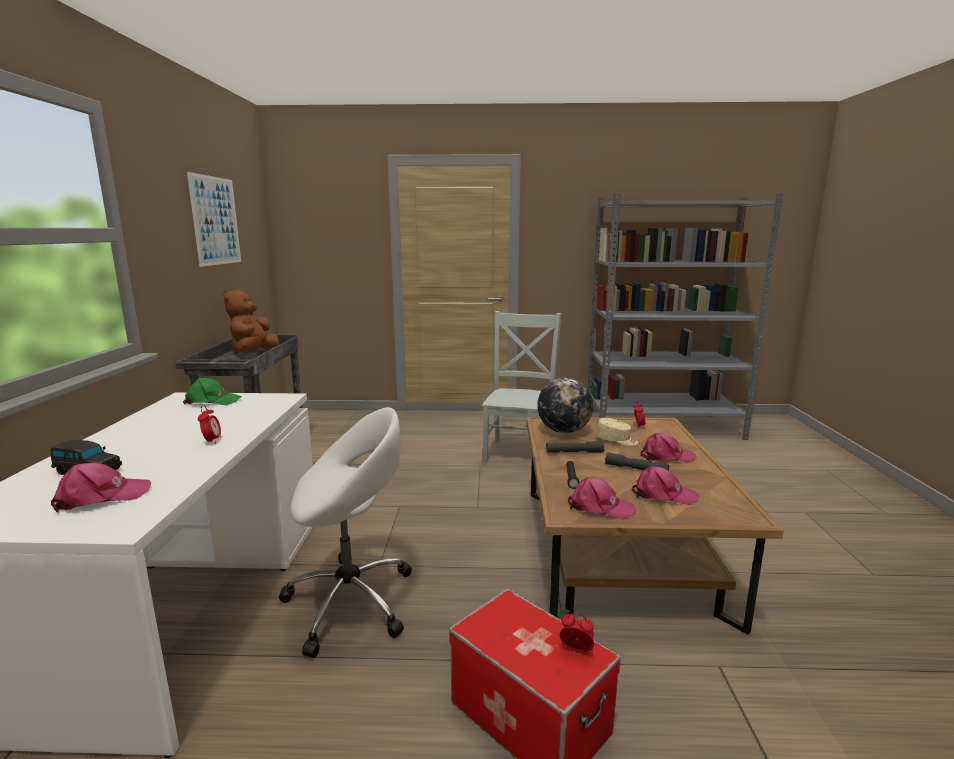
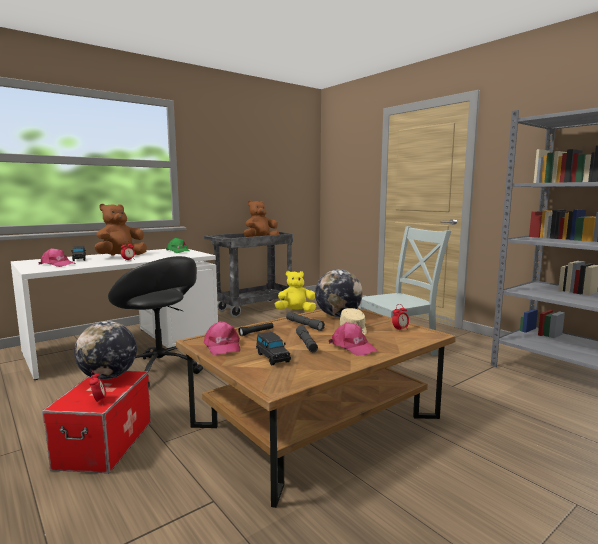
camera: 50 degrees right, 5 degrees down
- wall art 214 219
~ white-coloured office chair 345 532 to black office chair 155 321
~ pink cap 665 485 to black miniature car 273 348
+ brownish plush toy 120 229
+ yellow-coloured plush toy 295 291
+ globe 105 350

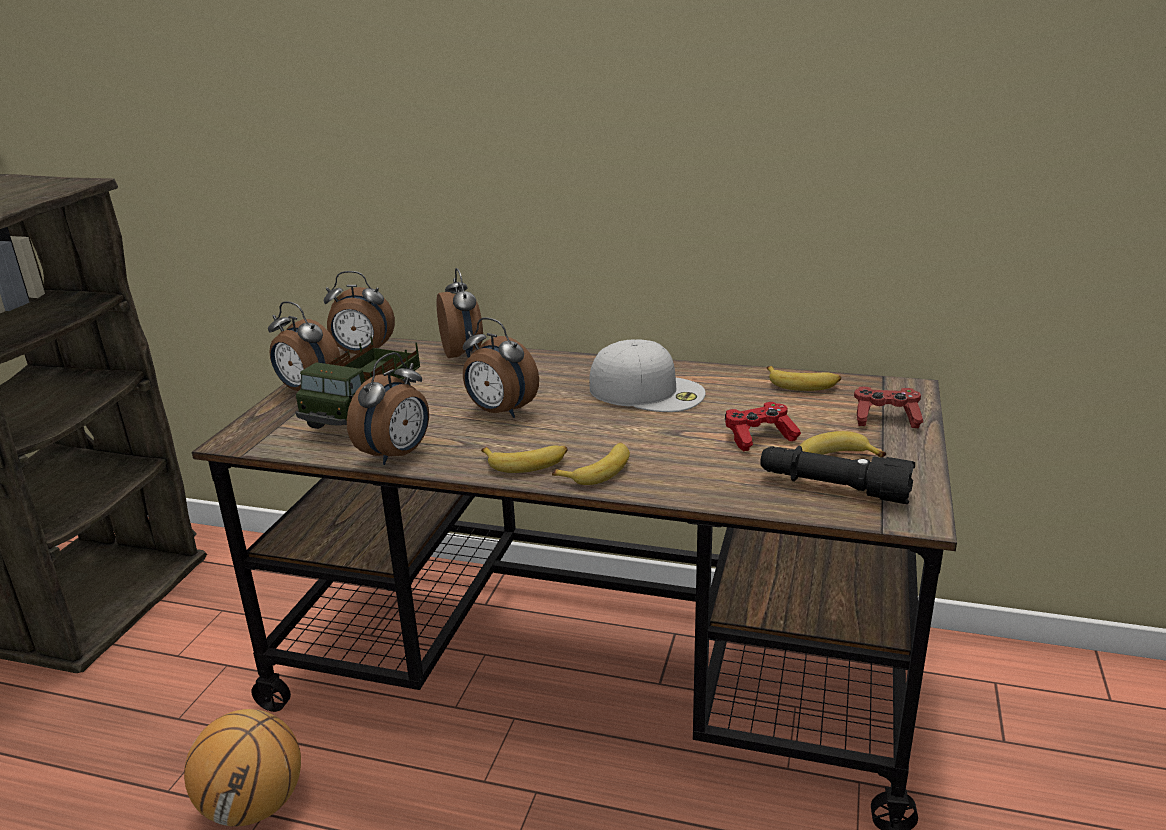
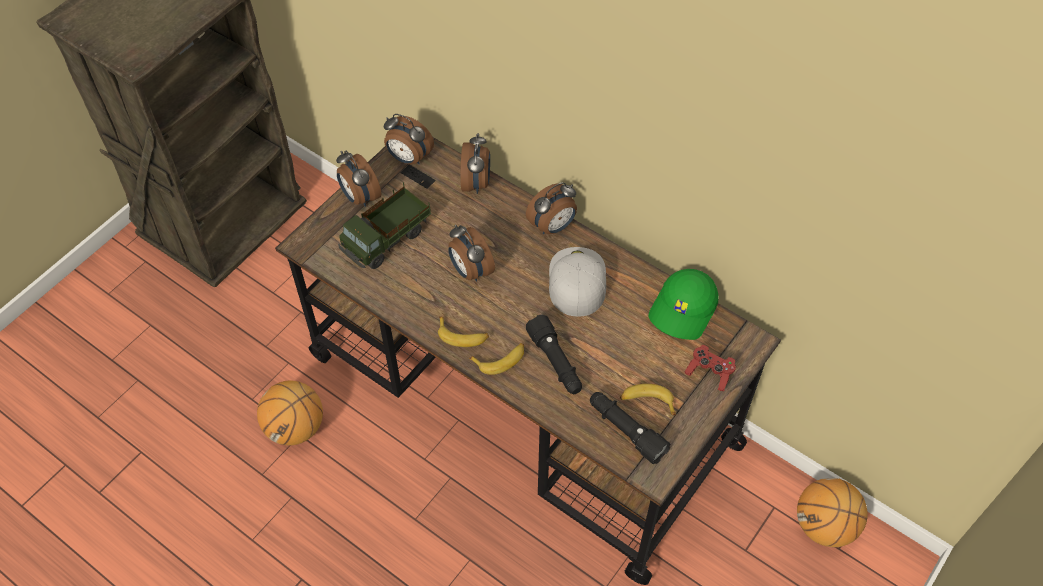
camera: 20 degrees right, 30 degrees up
~ white-coloured cap 647 376 = 577 282 135 degrees counterclockwise
~ bedside clock 388 408 to 551 208
~ banana 804 378 to green-coloured cap 683 304
- red-coloured game controller 763 426
+ black flashlight 554 354
+ ball for basketball 832 512

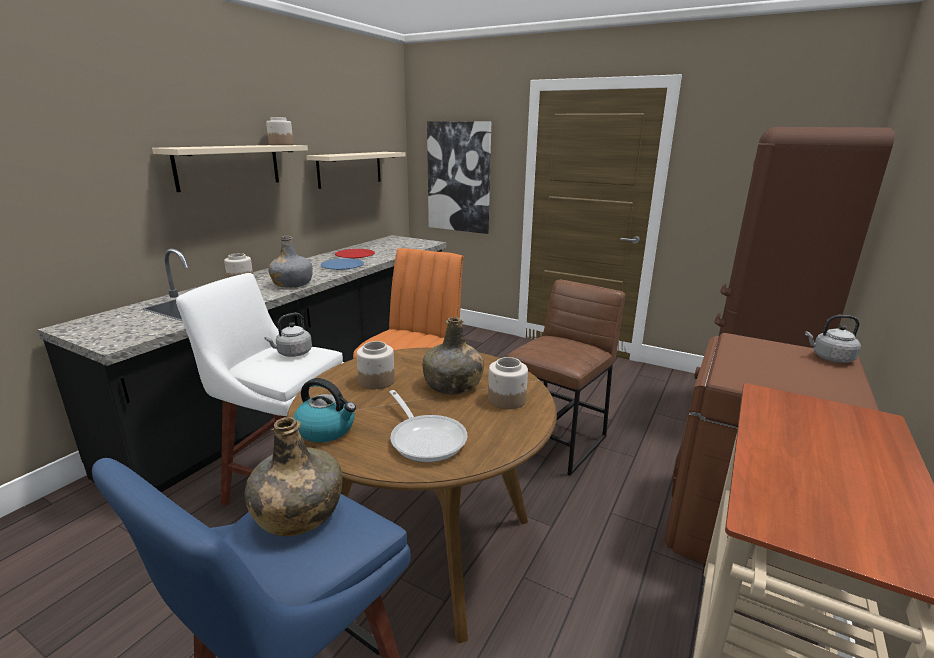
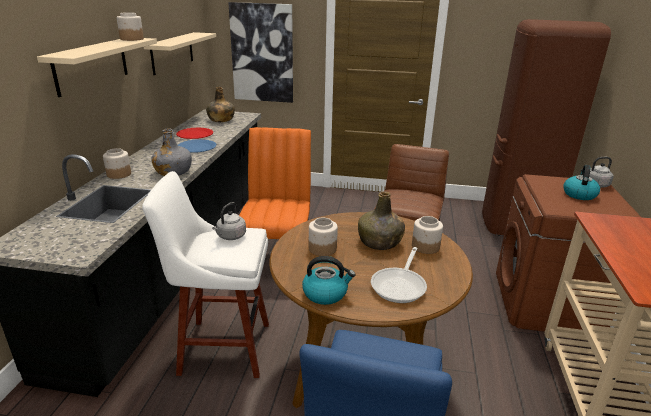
camera: 20 degrees left, 5 degrees up
~ frying pan 428 426 = 399 275 75 degrees clockwise
~ green-coloured drink bottle 293 476 to 220 104
+ water kettle 581 182

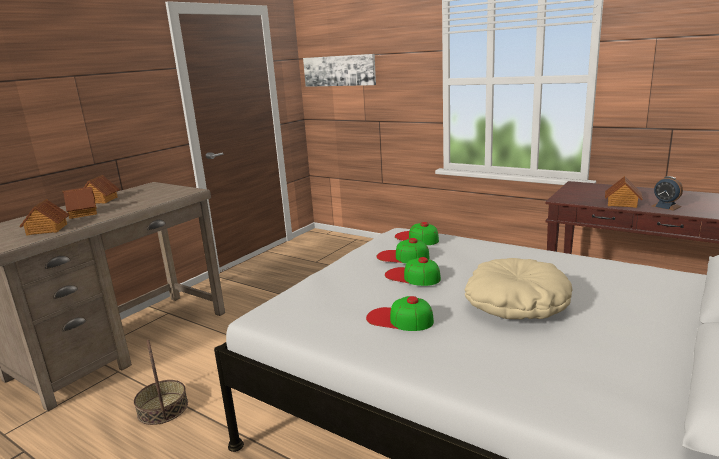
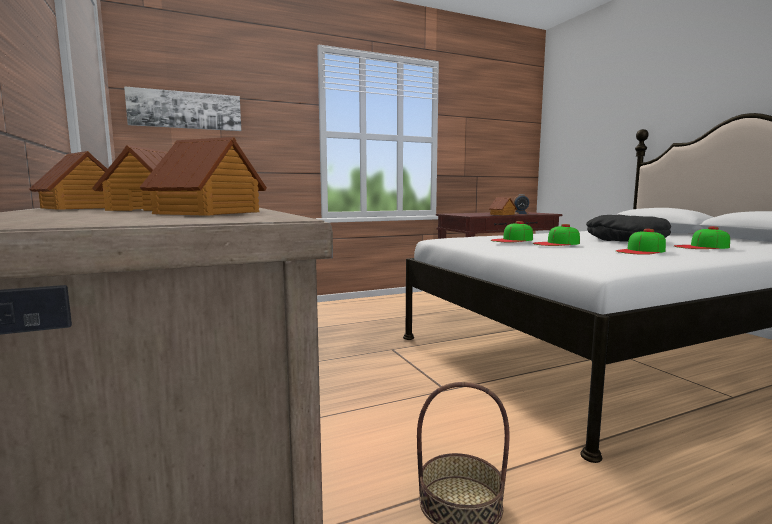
camera: 60 degrees left, 10 degrees down
~ cap 417 233 to 702 237
~ sand-coloured pillow 518 288 to black pillow 628 228

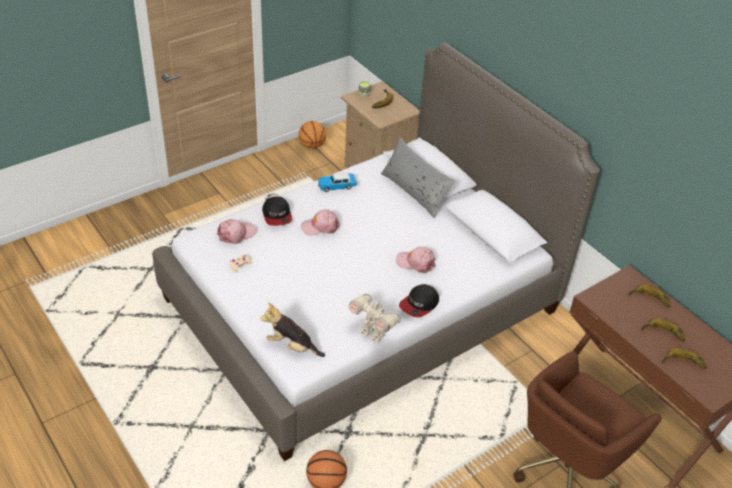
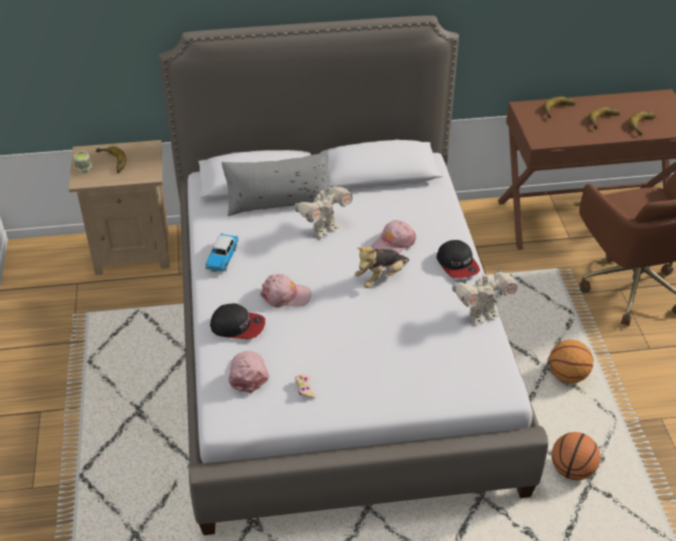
camera: 60 degrees left, 0 degrees up
~ ball for basketball 312 135 to 571 361
~ pink cap 320 222 = 285 291 105 degrees counterclockwise
~ plush toy 292 330 to 382 267
+ toy robot 323 212

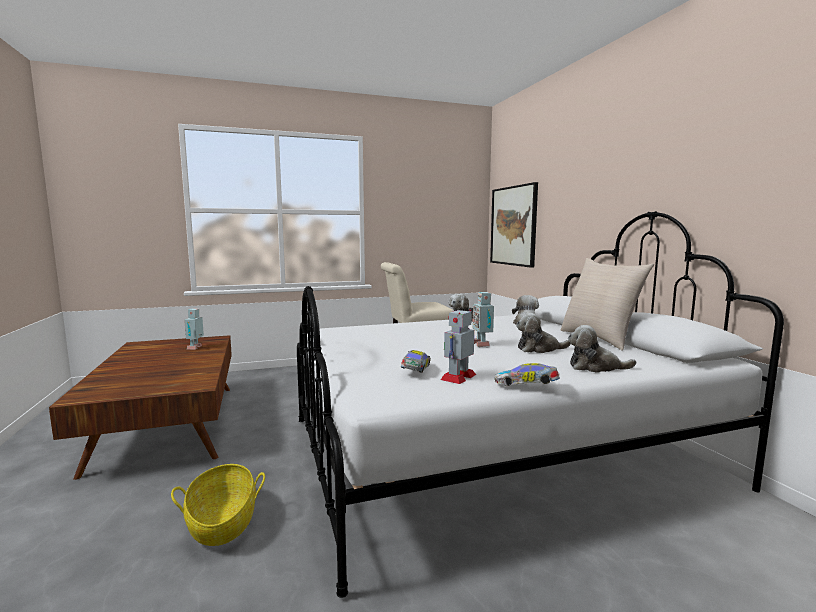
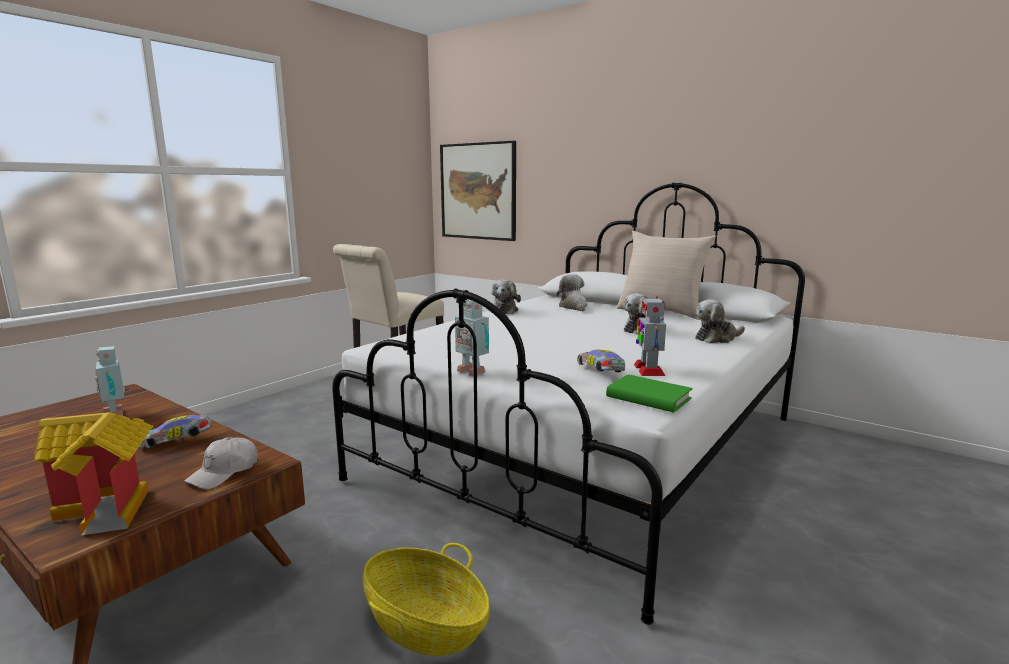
camera: 35 degrees left, 5 degrees up
~ toy robot 483 319 to 472 338
~ miniature car 527 374 to 175 431
+ green-coloured book 649 393
+ toy house 93 474
+ white-coloured cap 221 463

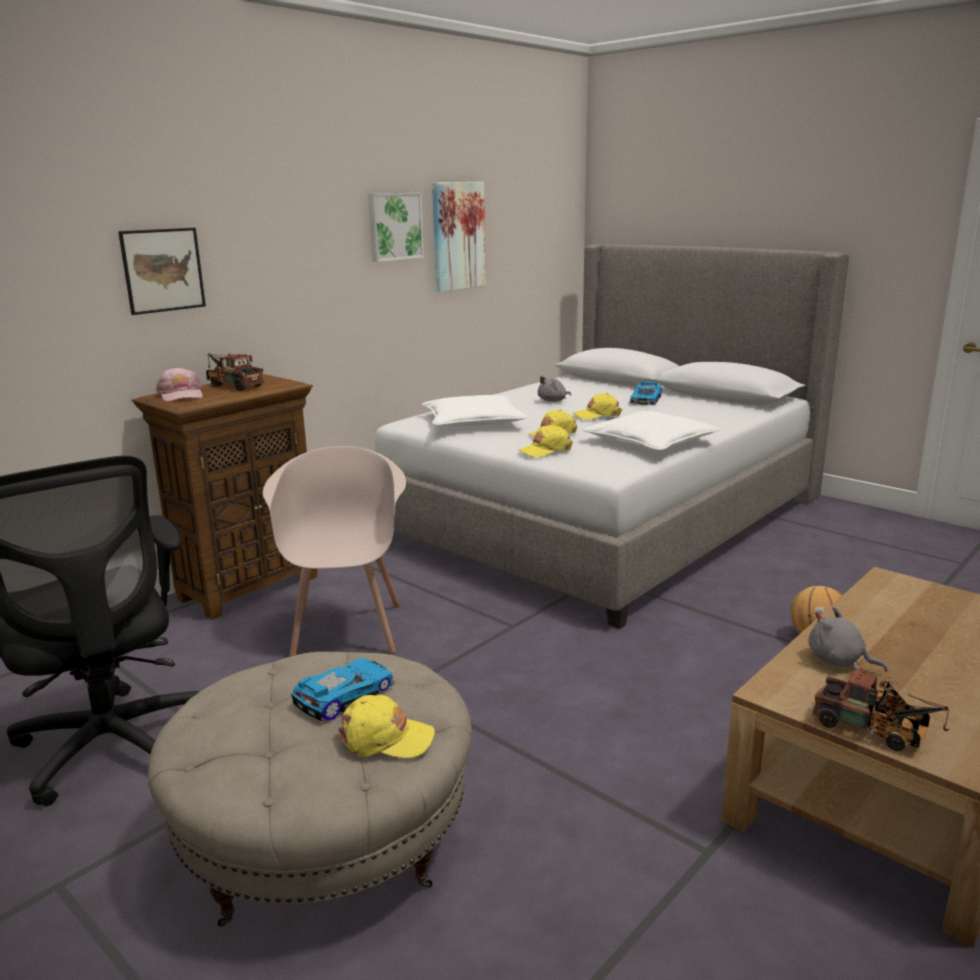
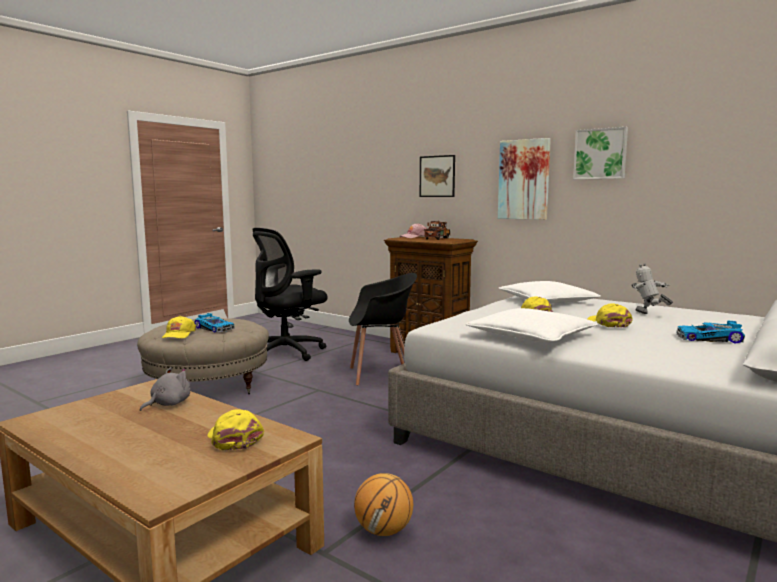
camera: 85 degrees right, 10 degrees down
~ wall art 459 237 to 524 179
~ grey plush toy 554 389 to toy robot 652 288
~ yellow-coloured cap 546 440 to 235 430
~ sand-coloured plain chair 334 551 to black plain chair 383 329
- model truck 881 709

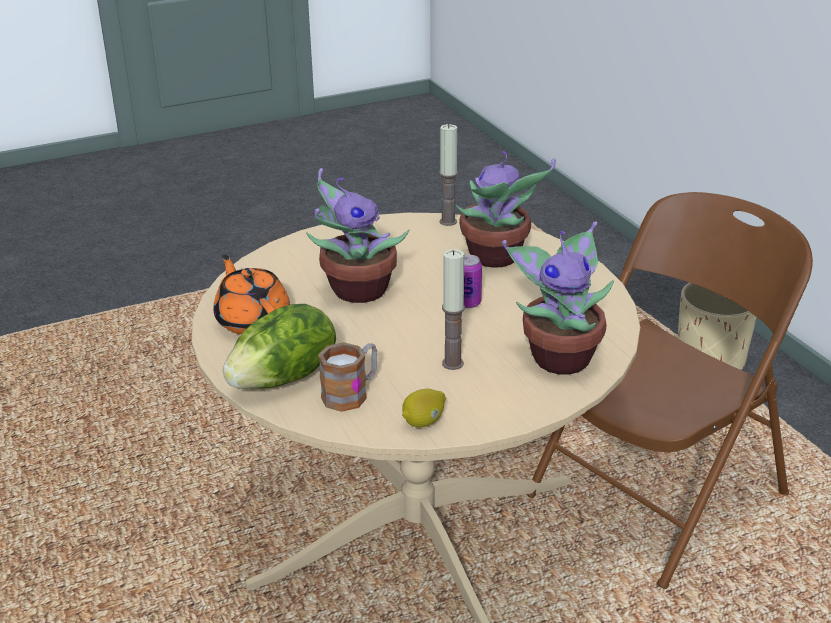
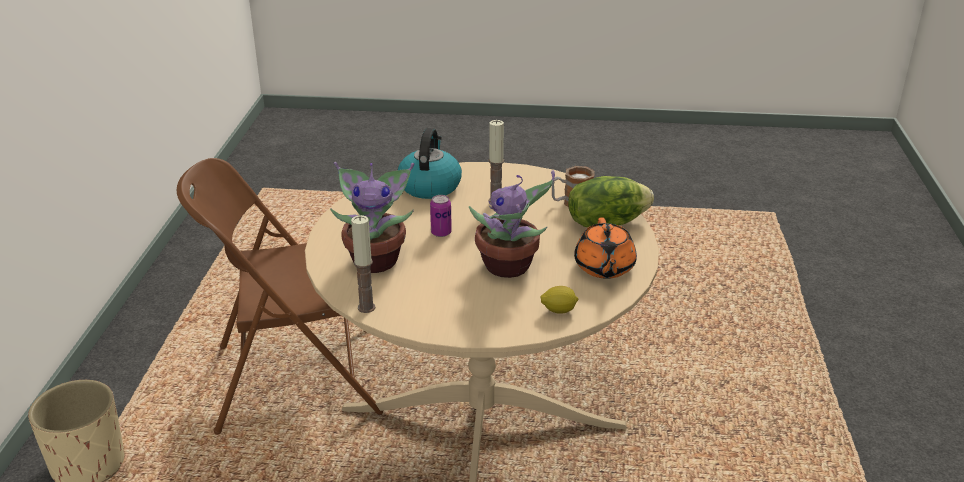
camera: 150 degrees left, 0 degrees up
~ houseplant 558 298 to water kettle 430 163
~ whole lemon 424 408 to 559 300

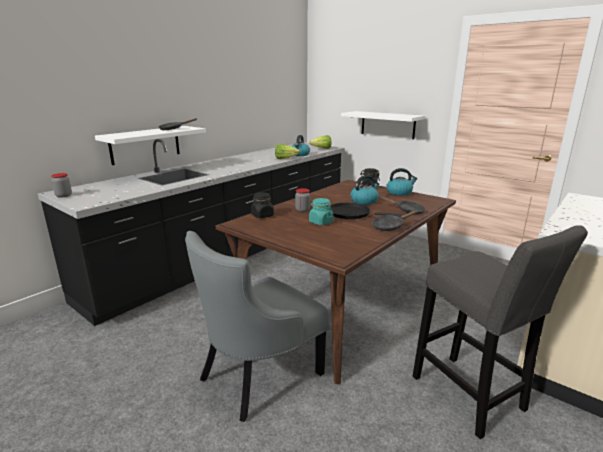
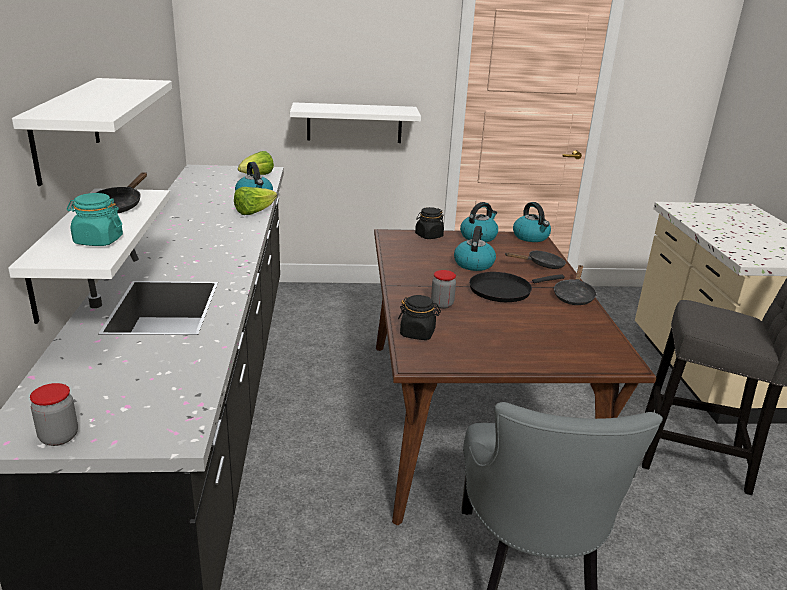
camera: 45 degrees left, 5 degrees up
~ turquoise-coloured storage jar 321 211 to 95 219
+ white-coloured shelf 92 132
+ water kettle 532 222

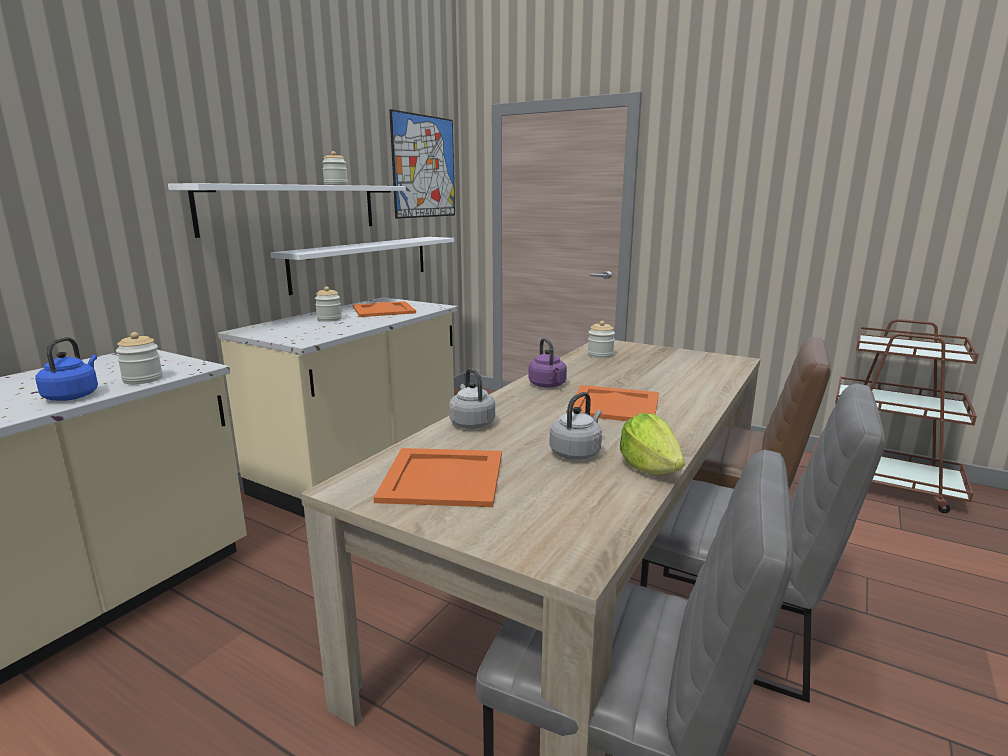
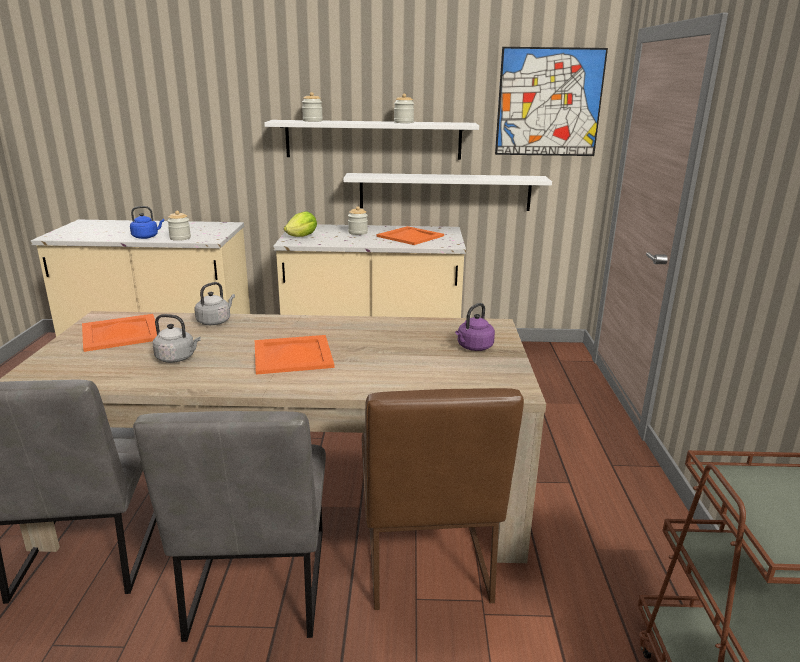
camera: 60 degrees right, 5 degrees up
~ storage jar 601 339 to 312 107
~ purple-coloured water kettle 547 363 to 475 327
~ lettuce 652 444 to 300 224

